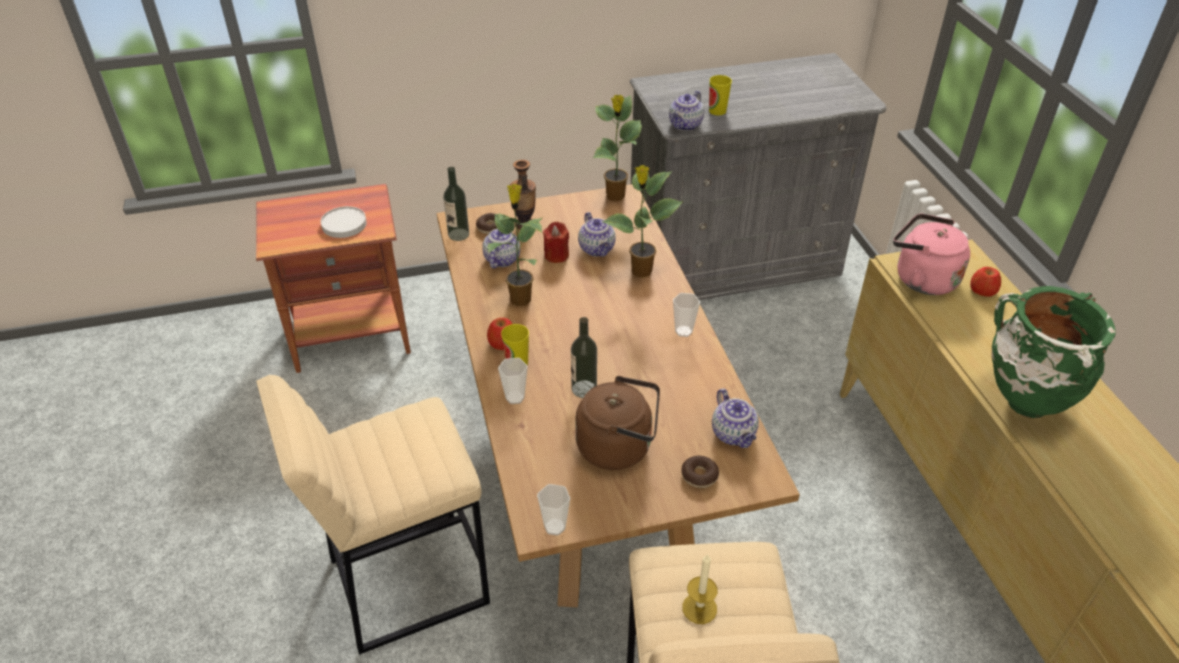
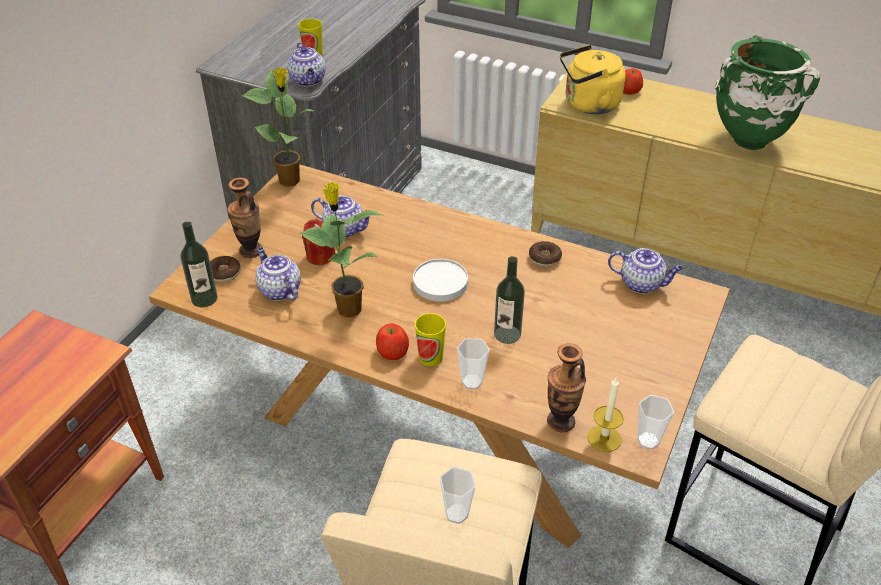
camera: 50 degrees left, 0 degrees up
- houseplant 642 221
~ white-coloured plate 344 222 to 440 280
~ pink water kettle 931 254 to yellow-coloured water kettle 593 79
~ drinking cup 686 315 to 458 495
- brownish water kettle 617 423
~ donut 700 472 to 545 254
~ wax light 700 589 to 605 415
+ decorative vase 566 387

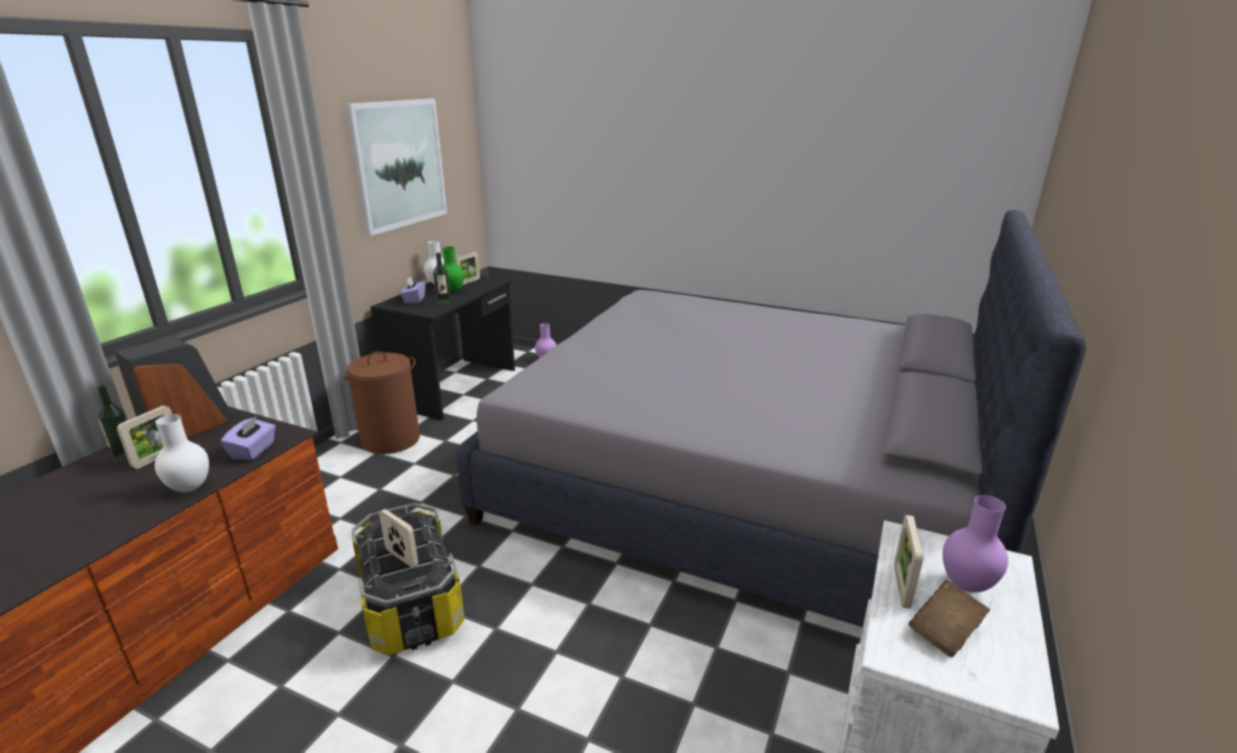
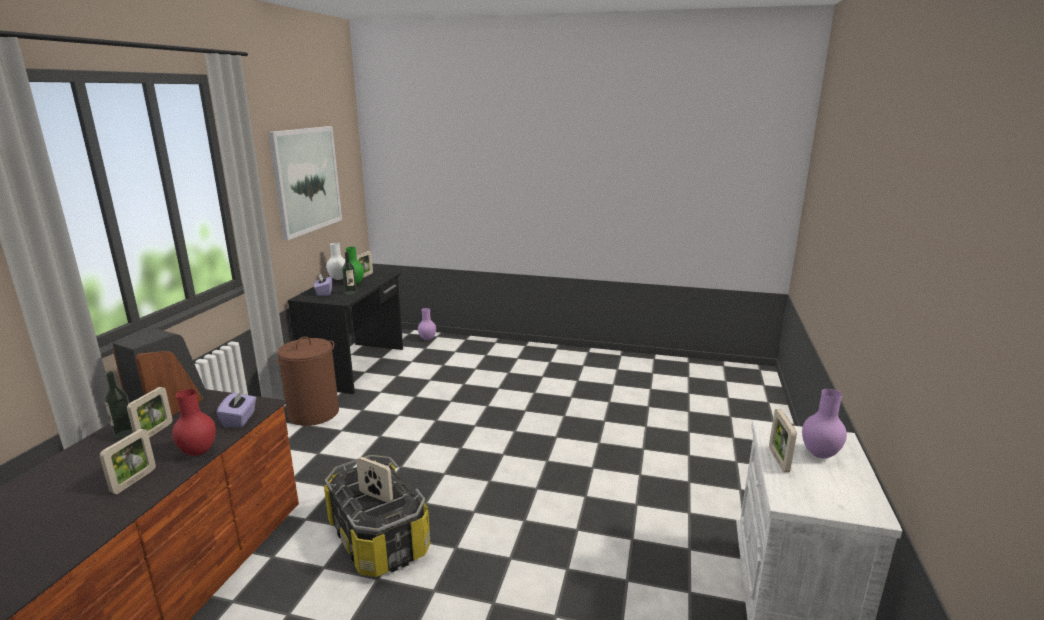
camera: 10 degrees left, 5 degrees down
- grey sleeping bed 770 418
~ white-coloured decorative vase 182 453 to red-coloured decorative vase 194 422
- brownish book 949 618
+ photo frame 127 461

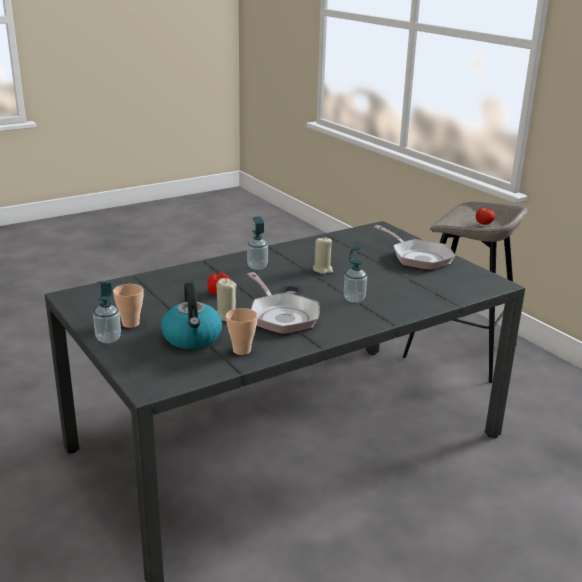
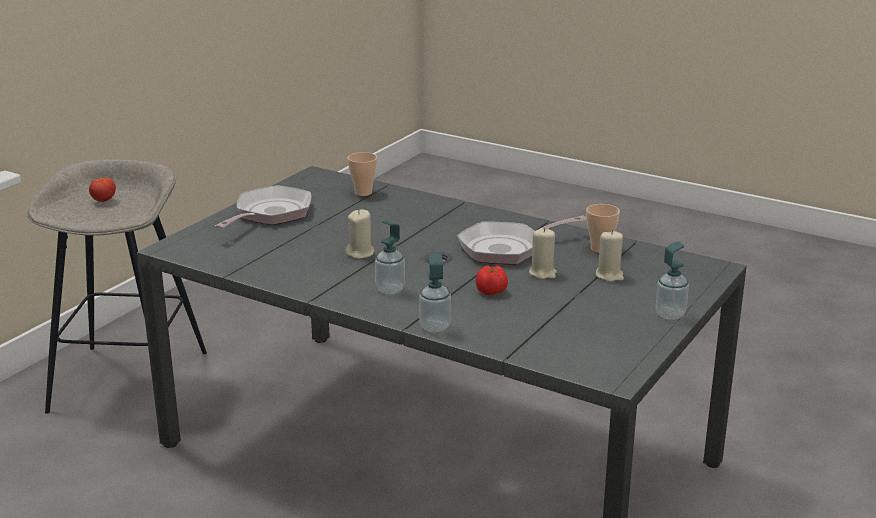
camera: 115 degrees left, 0 degrees up
~ soap bottle 355 274 to 435 293
~ frying pan 283 303 = 522 240 150 degrees counterclockwise
~ water kettle 191 316 to sand-coloured wax light 610 256
~ drinking cup 128 306 to 362 174

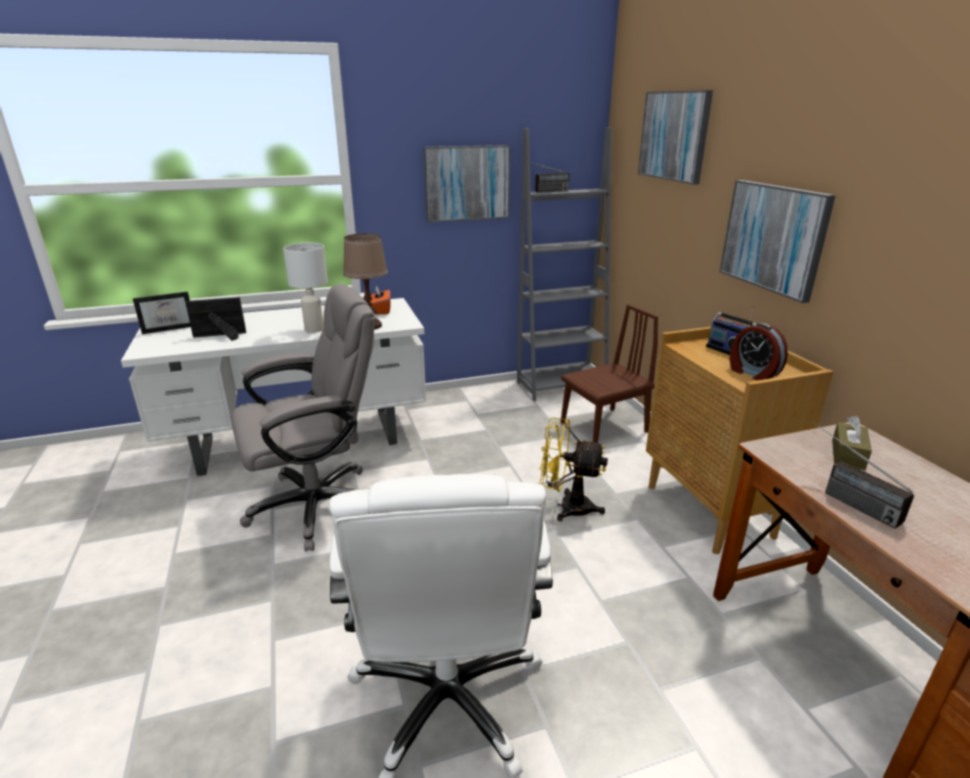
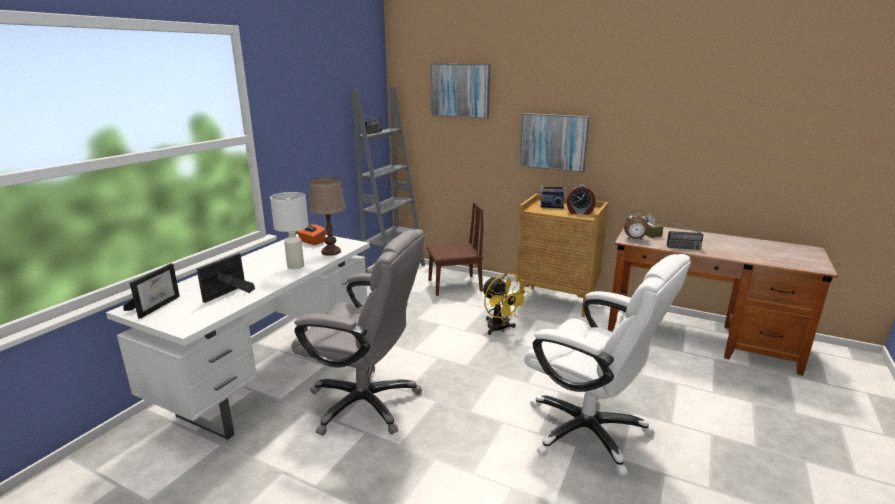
camera: 45 degrees left, 5 degrees down
- wall art 466 184
~ grey office chair 303 418 = 358 332 90 degrees clockwise
~ brownish plain chair 609 373 = 455 249 60 degrees clockwise
~ yellow-coloured cooling fan 573 469 = 506 304 90 degrees counterclockwise
+ bedside clock 636 225

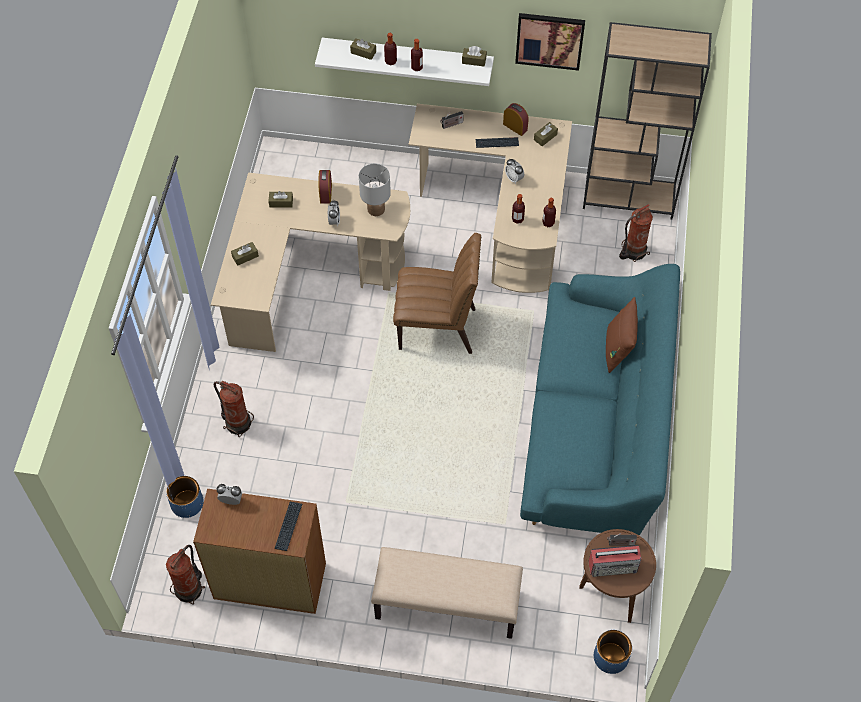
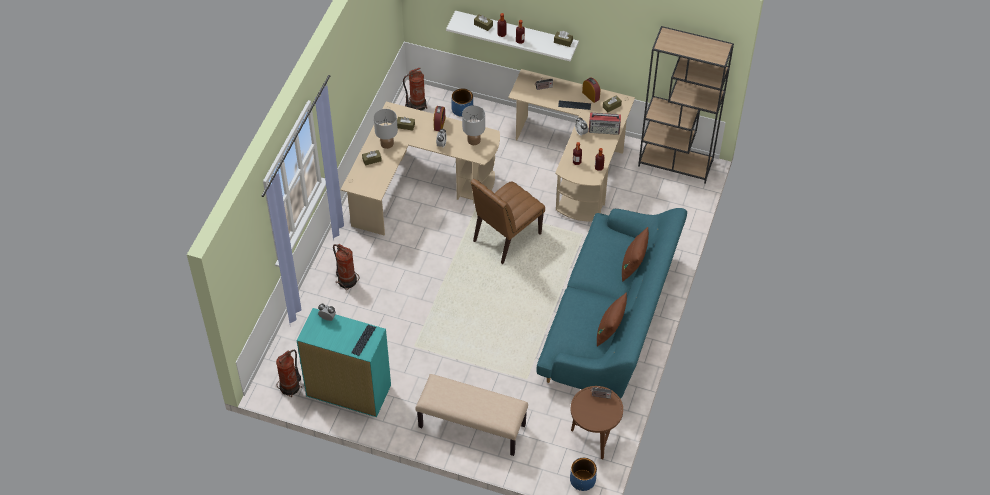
camera: 10 degrees right, 5 degrees down
- wall art 550 42
~ fire-fighting cylinder 636 233 to 415 89
~ brownish plain chair 437 293 = 507 221 120 degrees clockwise
~ bluish plant pot 185 497 to 462 102
~ brownish cabinet 259 551 to turquoise-coloured cabinet 344 362
~ radio set 615 561 to 605 124
+ grey tabletop lamp 386 129
+ brownish pillow 612 319

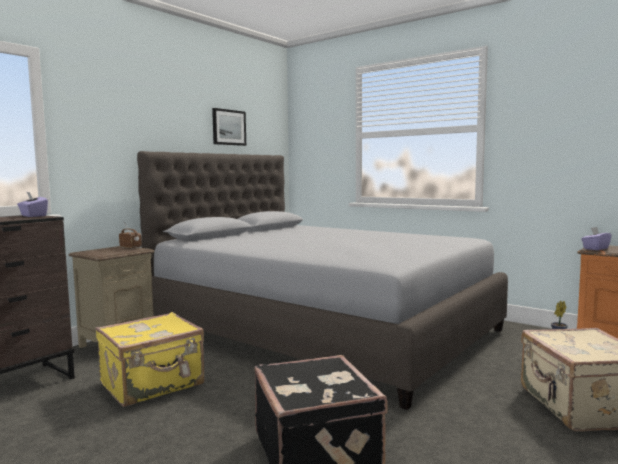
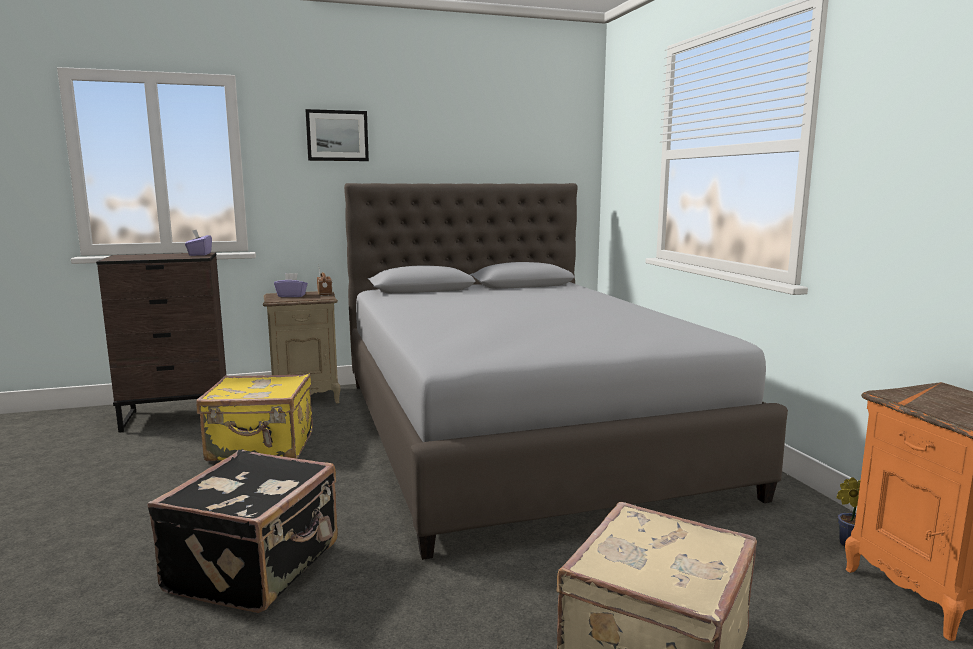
camera: 35 degrees right, 5 degrees up
~ wall art 229 127 to 337 135
~ purple-coloured tissue box 596 238 to 291 285

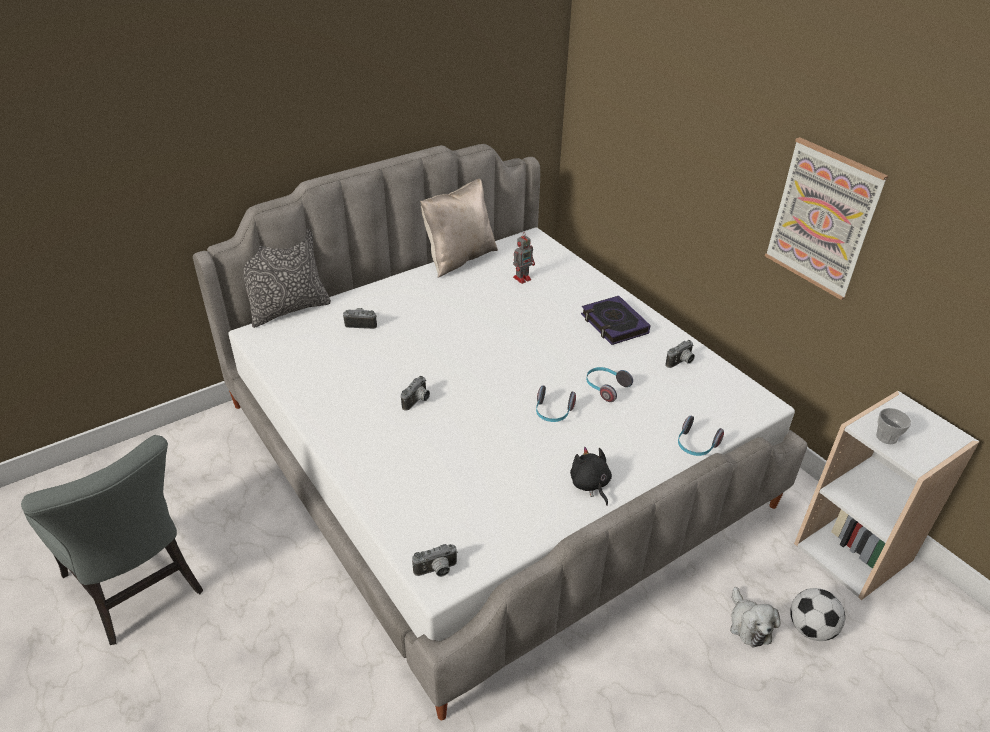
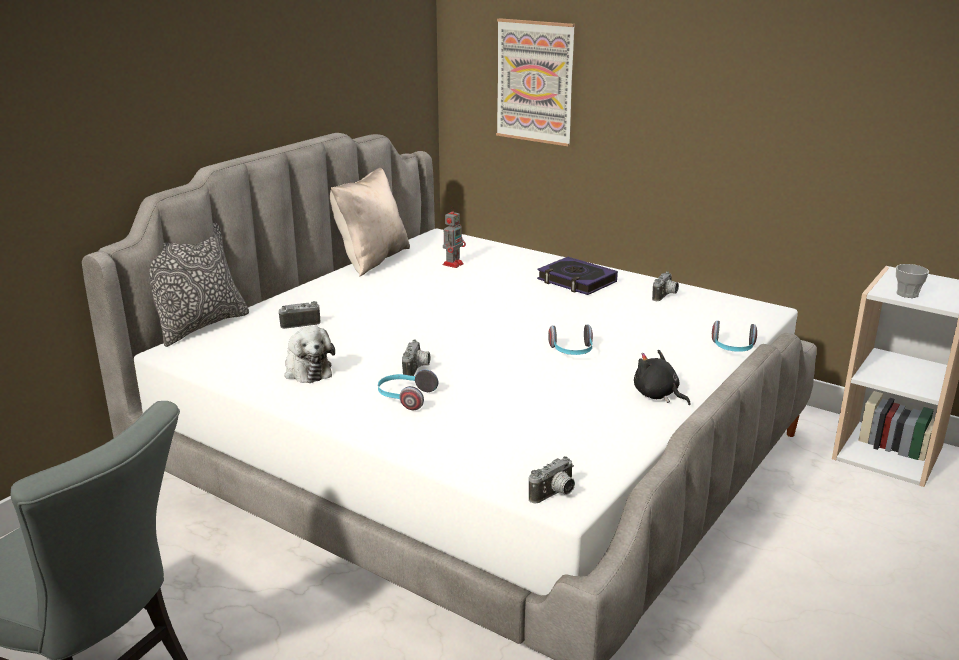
camera: 20 degrees left, 15 degrees down
~ wall art 826 218 to 535 82
~ pair of headphones 609 384 to 408 389
~ plush toy 755 617 to 310 354
- ball for football 817 614

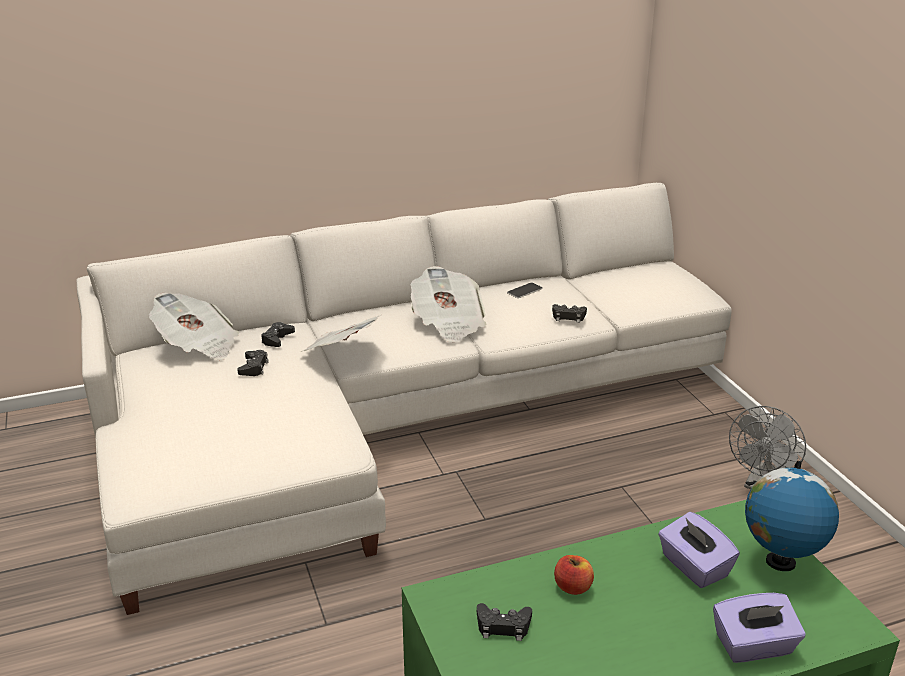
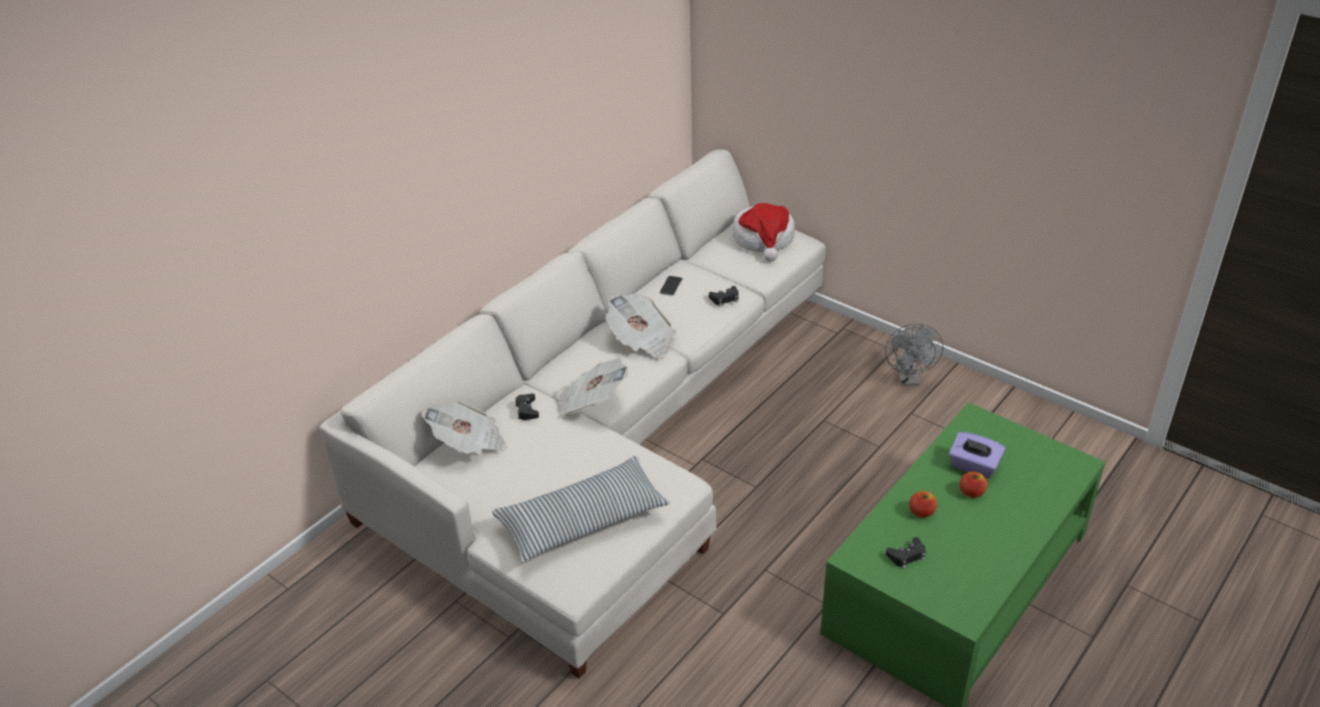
camera: 30 degrees left, 10 degrees up
- black game controller 253 363
- globe 792 516
- purple-coloured tissue box 759 628
+ clothing hat 764 232
+ pillow 581 509
+ whole apple 974 485

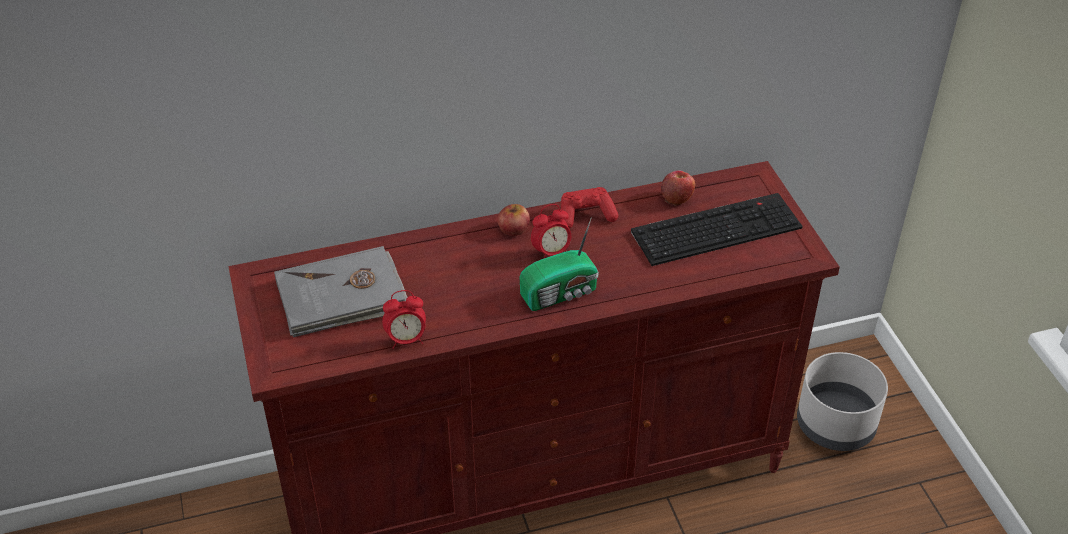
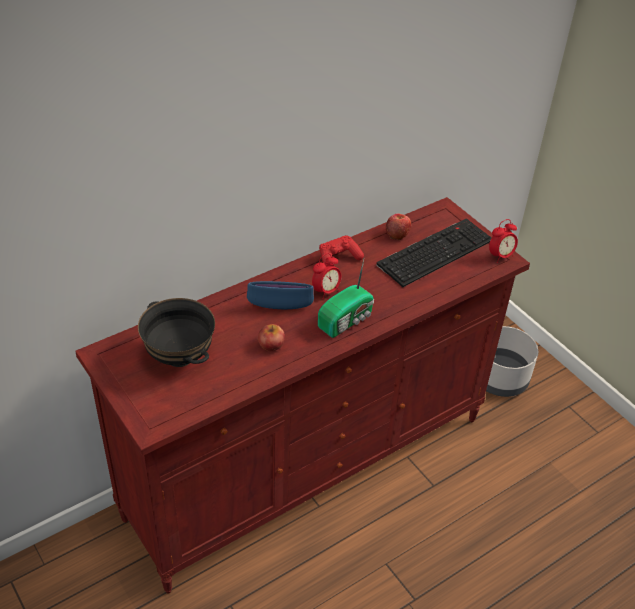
camera: 20 degrees left, 0 degrees up
~ whole apple 514 220 to 271 337
~ grey book 340 291 to black bowl 176 332
~ bedside clock 404 319 to 503 241
+ bluish bowl 280 295

